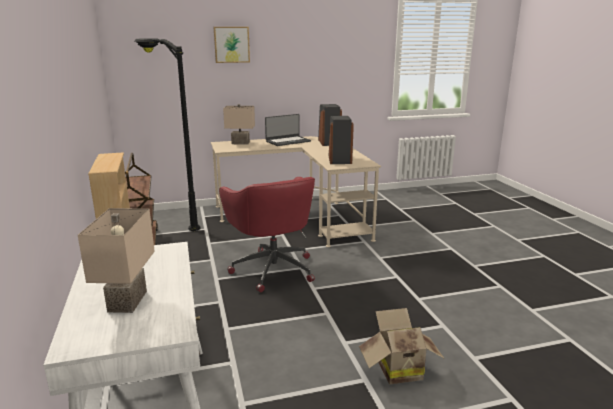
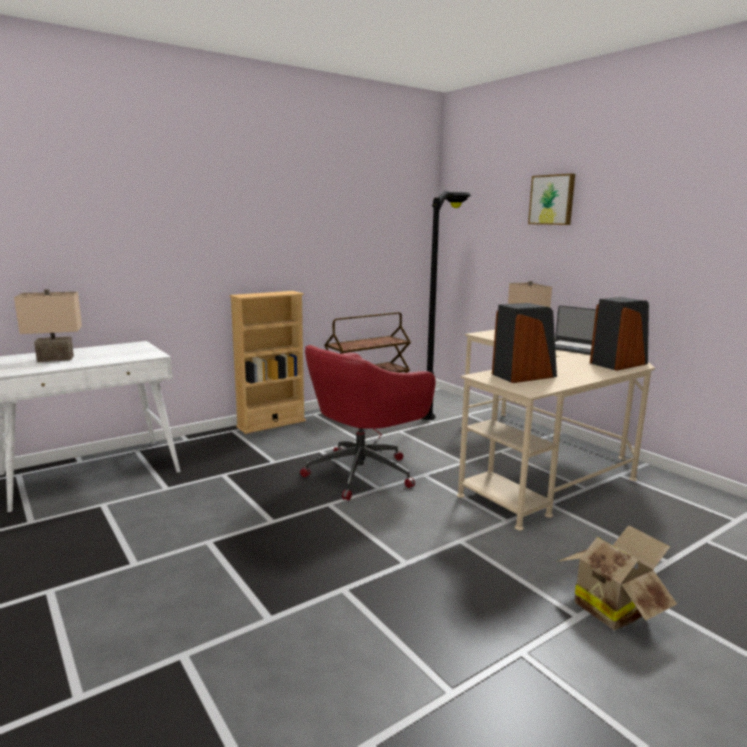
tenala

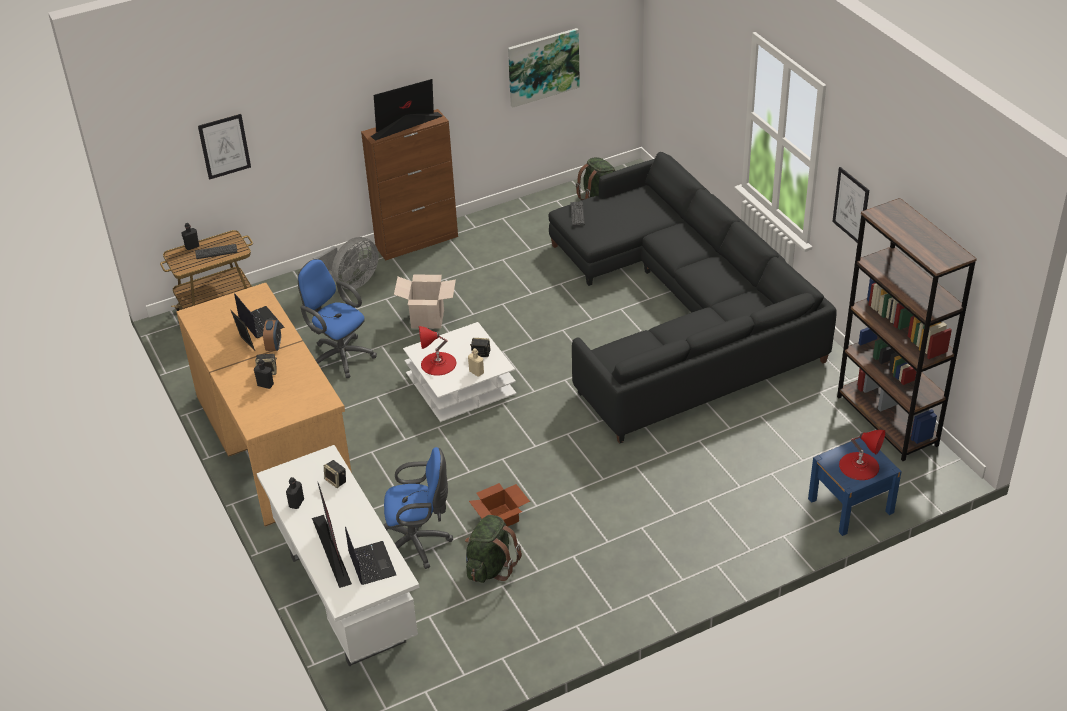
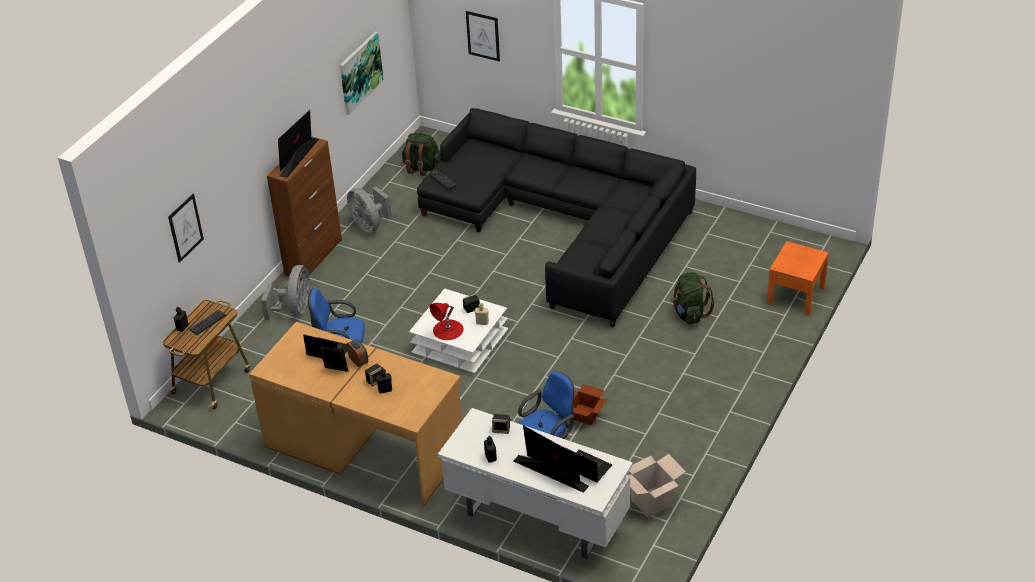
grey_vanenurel (2nd from left); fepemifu (3rd from left); tenala (2nd from left); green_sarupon (2nd from left); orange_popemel; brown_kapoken; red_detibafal (2nd from left in the first image)

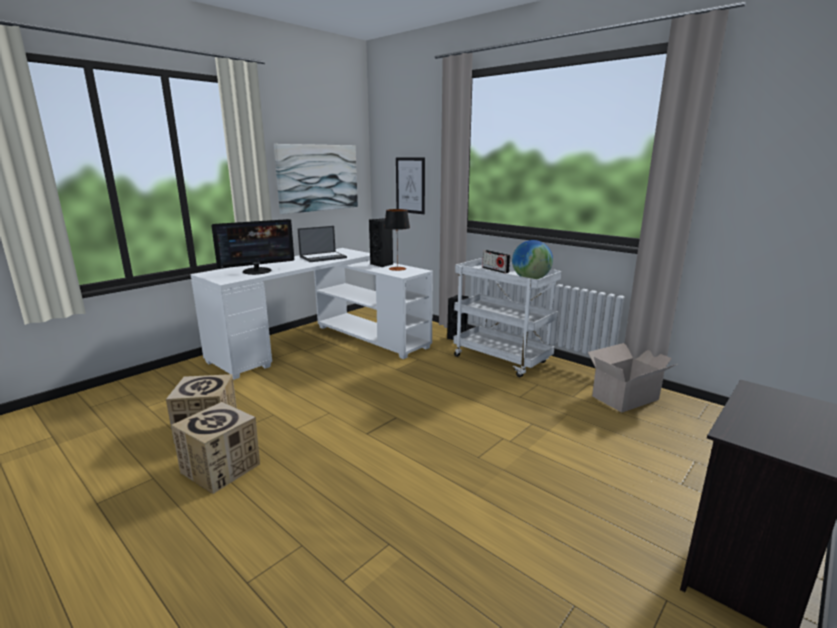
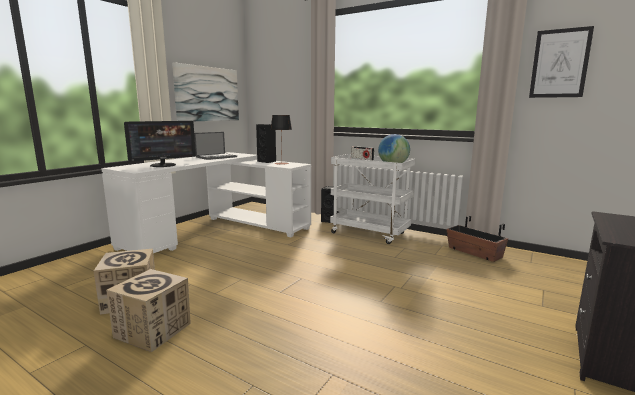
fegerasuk; fepemifu (2nd from left)

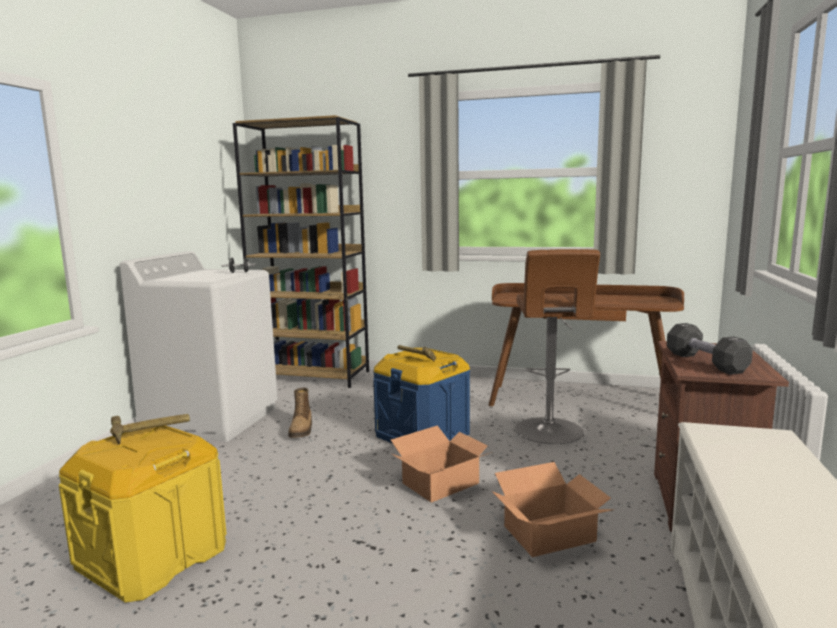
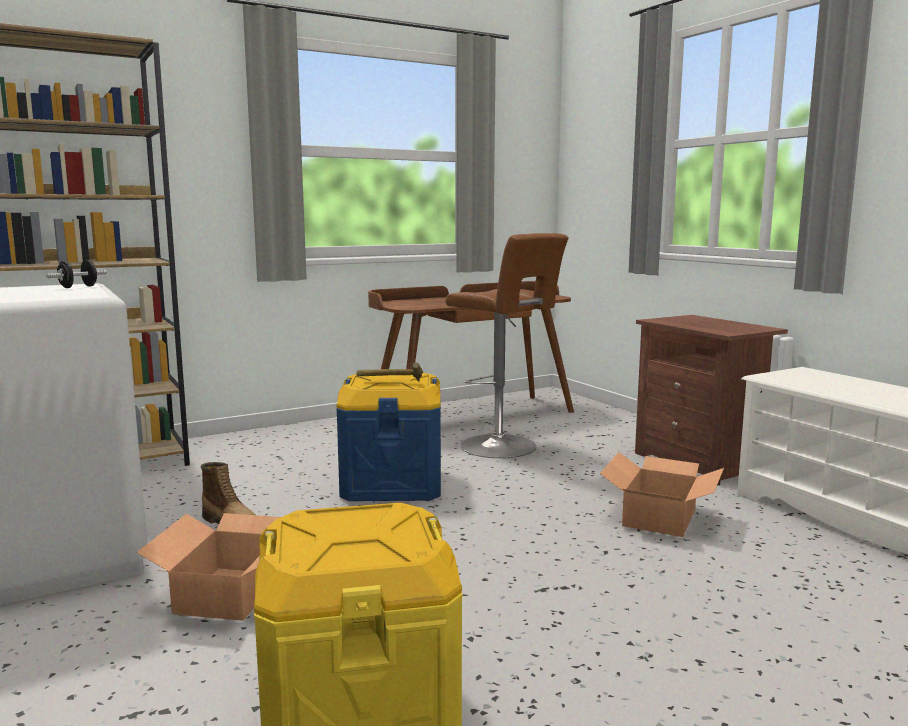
tenala (1st from left); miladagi (1st from left in the first image); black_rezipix (2nd from left in the first image)

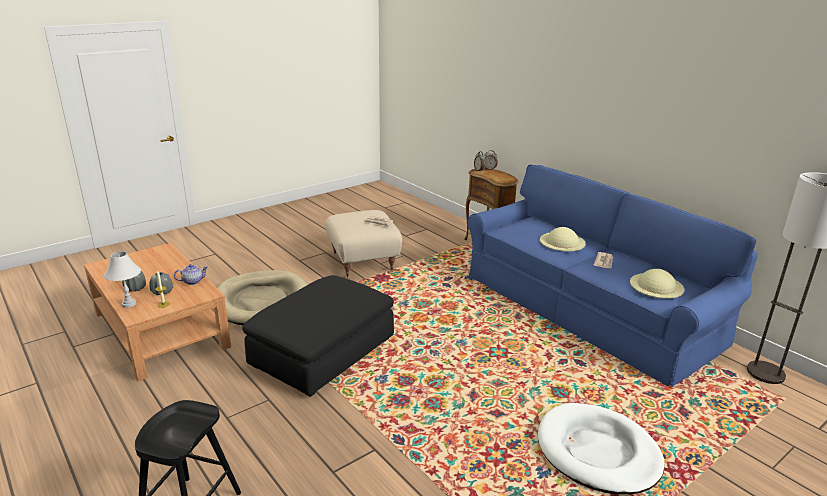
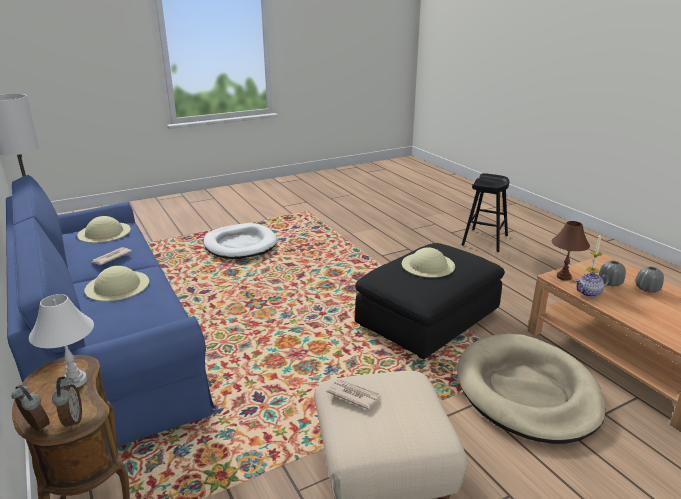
white_detibafal; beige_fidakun (3rd from left); brown_detibafal

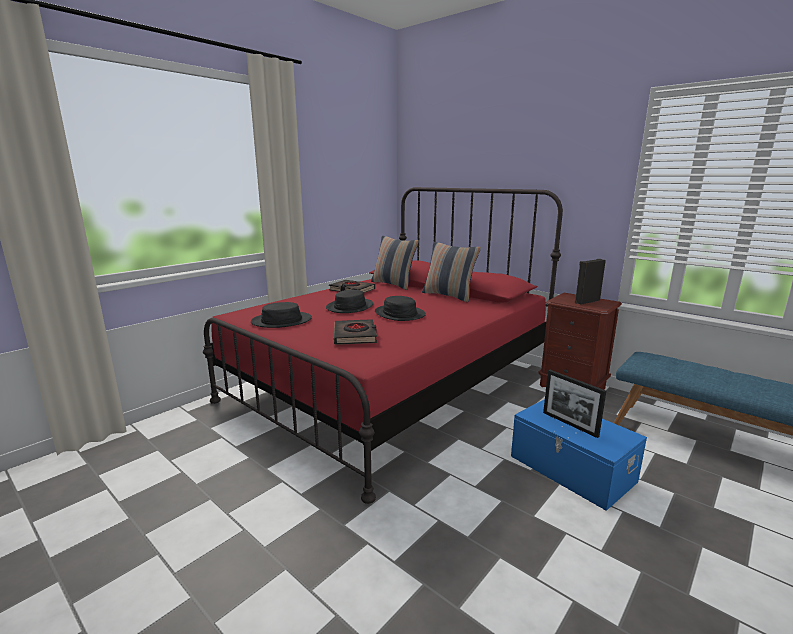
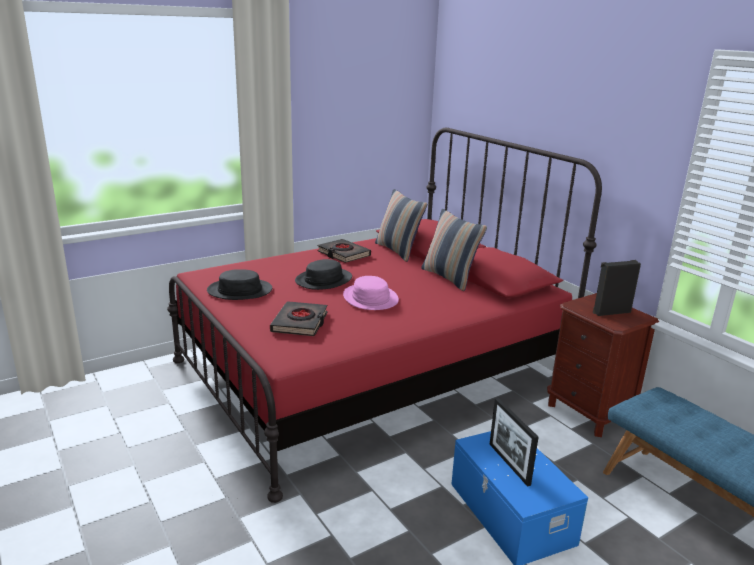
pink_fidakun

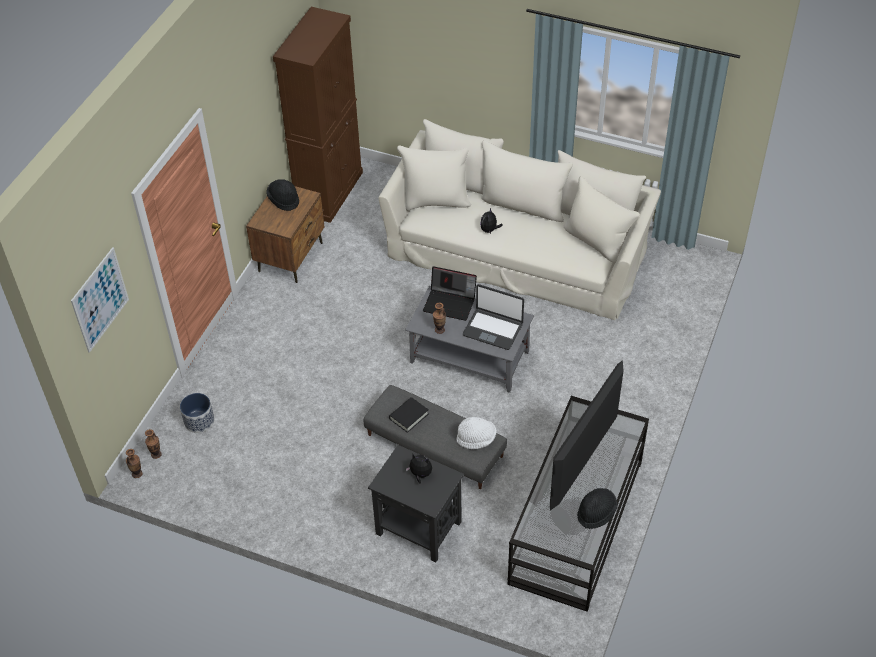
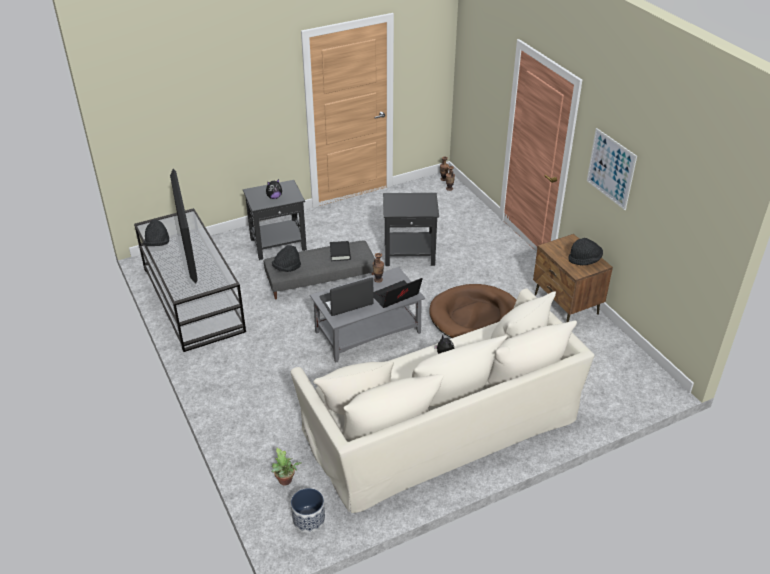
black_fidakun (2nd from left); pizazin; fegerasuk; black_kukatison (2nd from left); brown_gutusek; fepemifu; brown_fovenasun

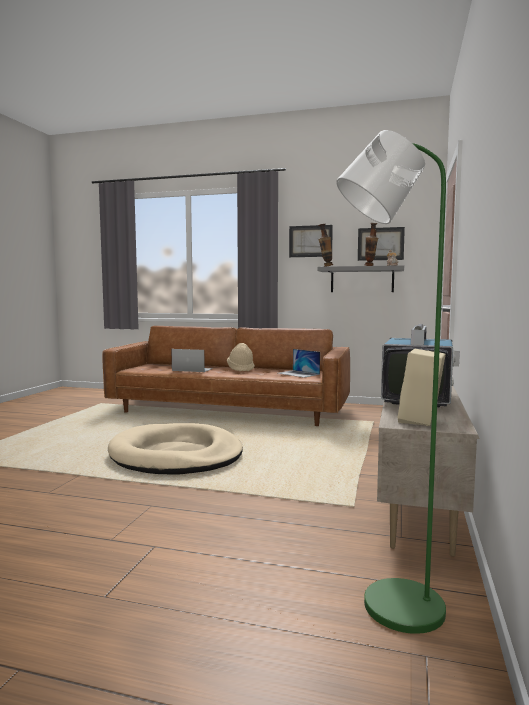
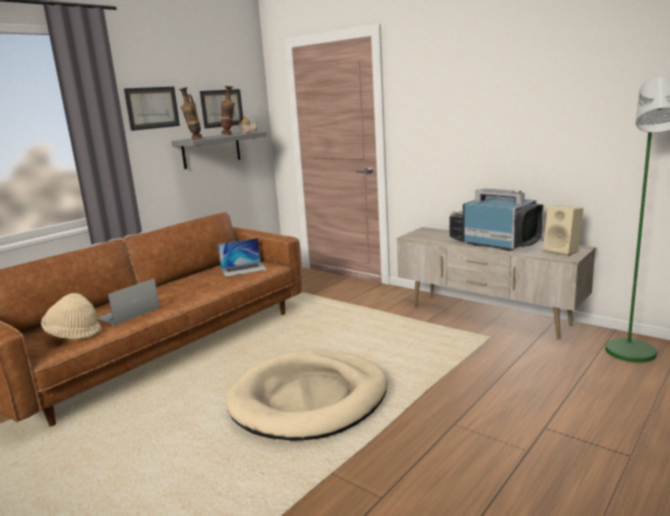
beige_fidakun

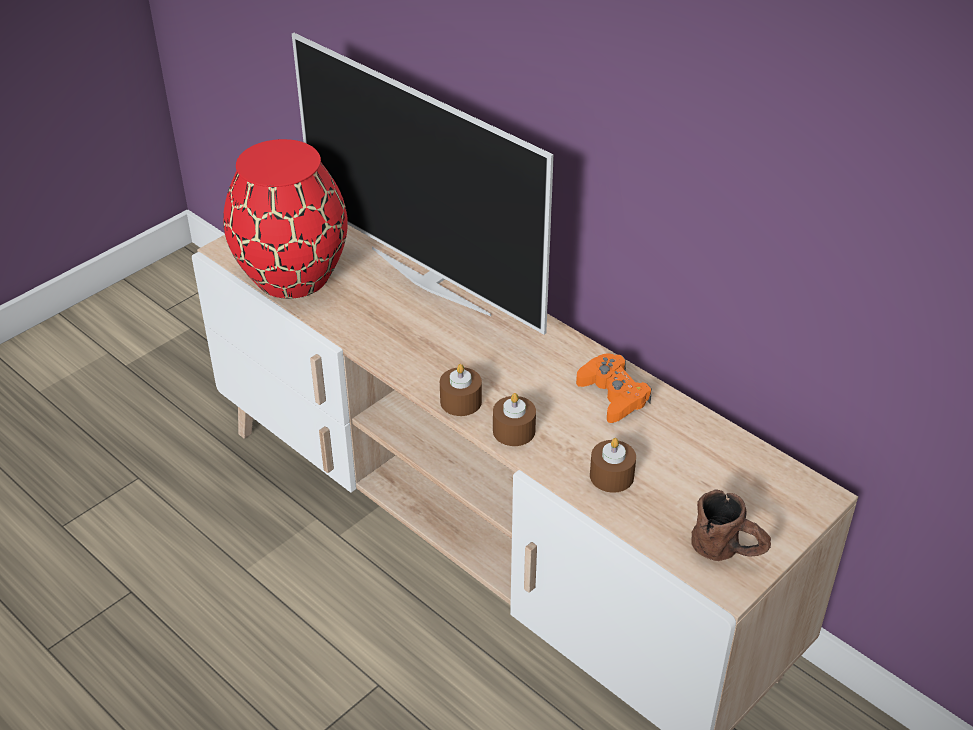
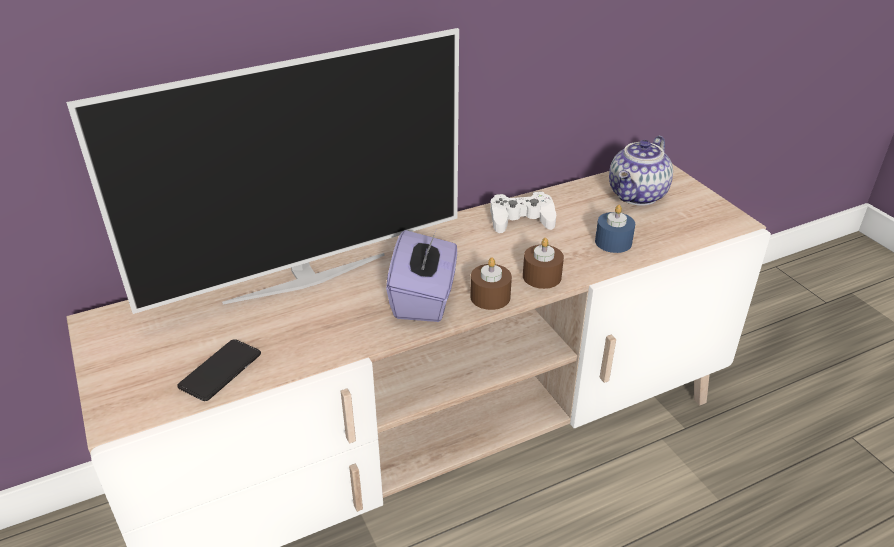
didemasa; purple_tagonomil; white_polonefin; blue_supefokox; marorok; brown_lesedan

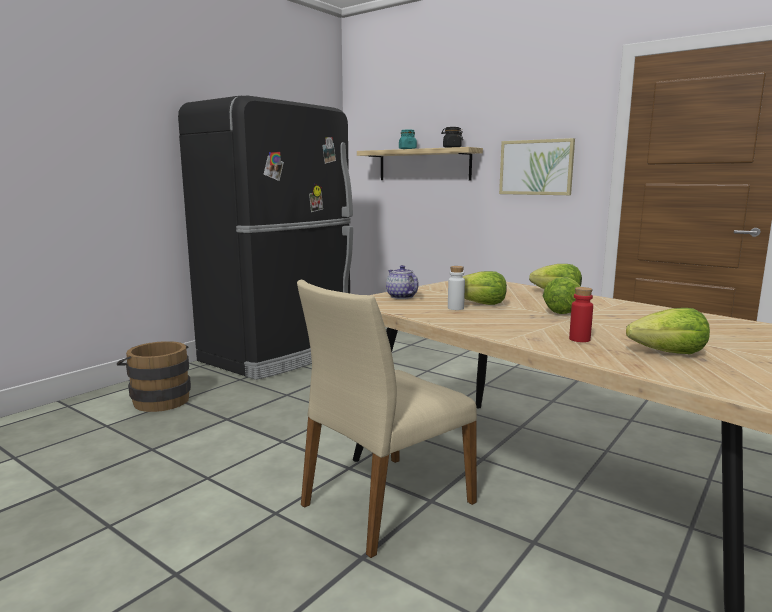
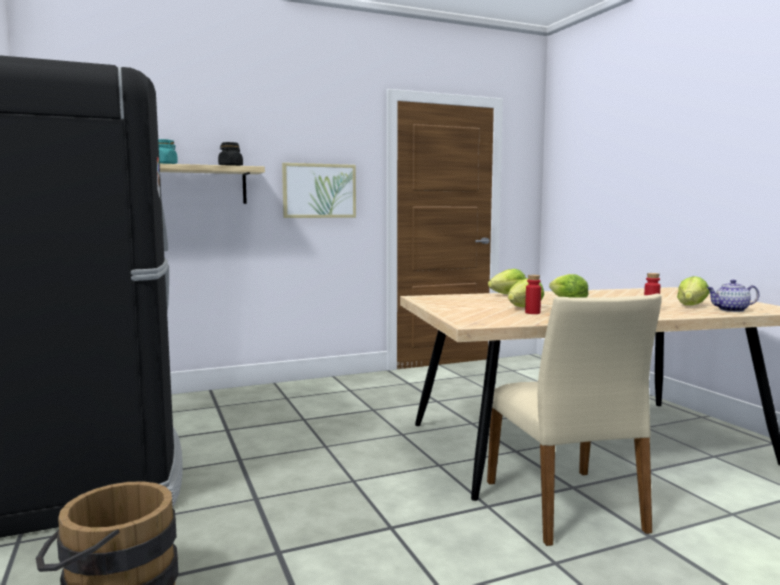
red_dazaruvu (1st from left); marorok

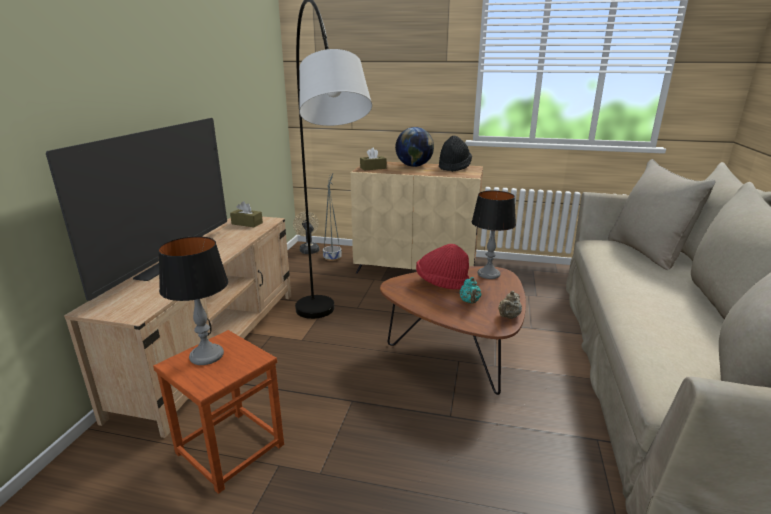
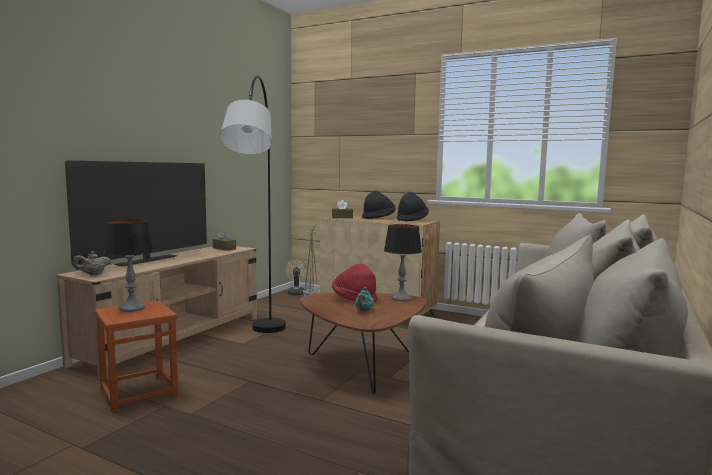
beige_marorok; black_fidakun (1st from left)

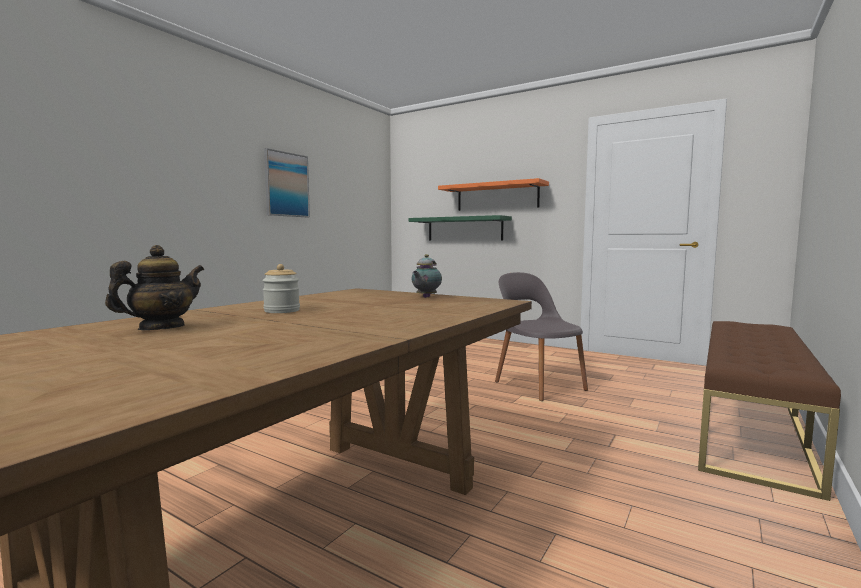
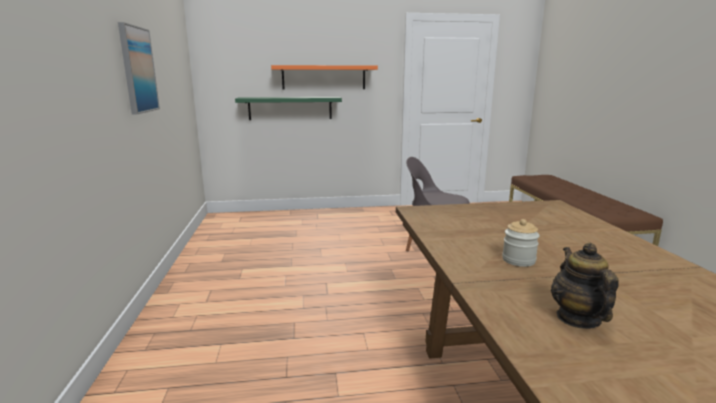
marorok (2nd from left in the first image)

